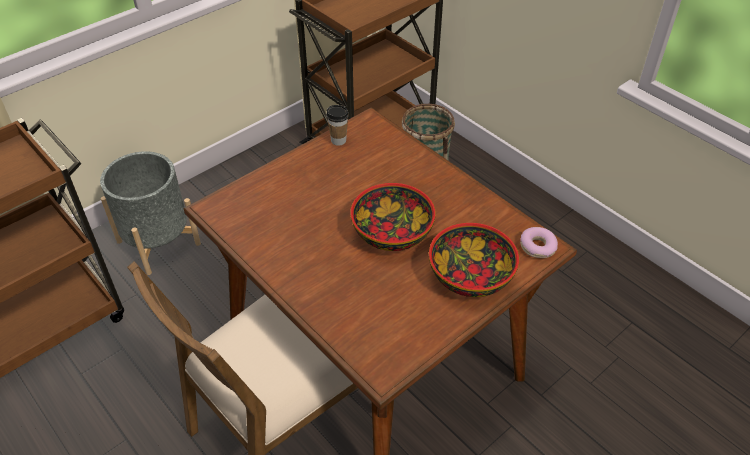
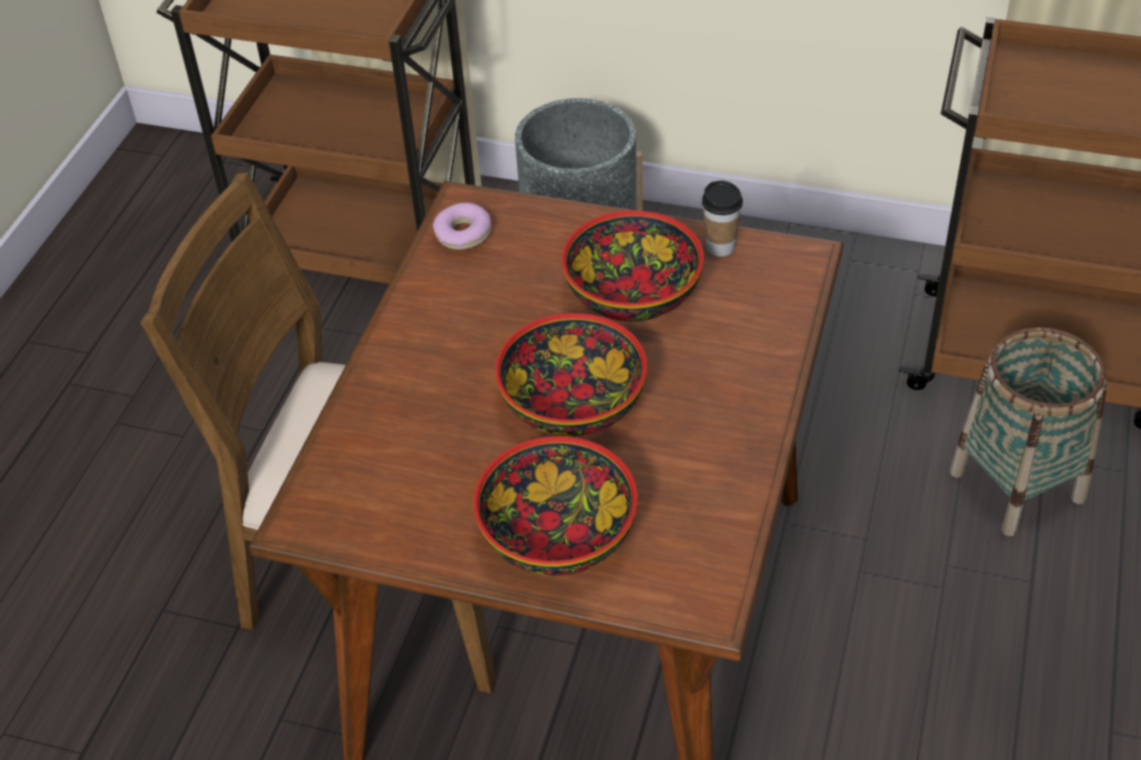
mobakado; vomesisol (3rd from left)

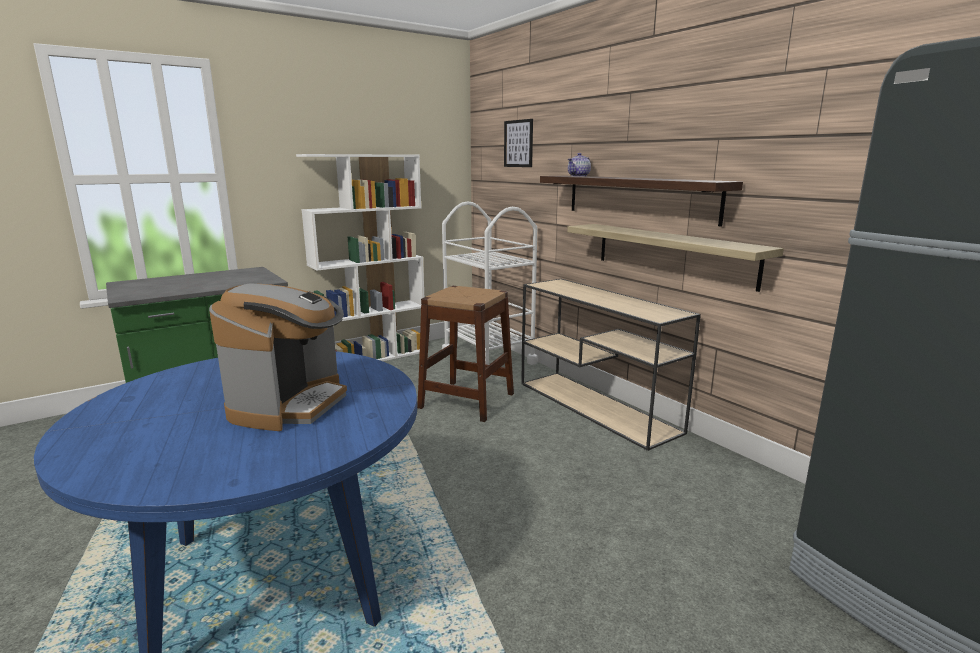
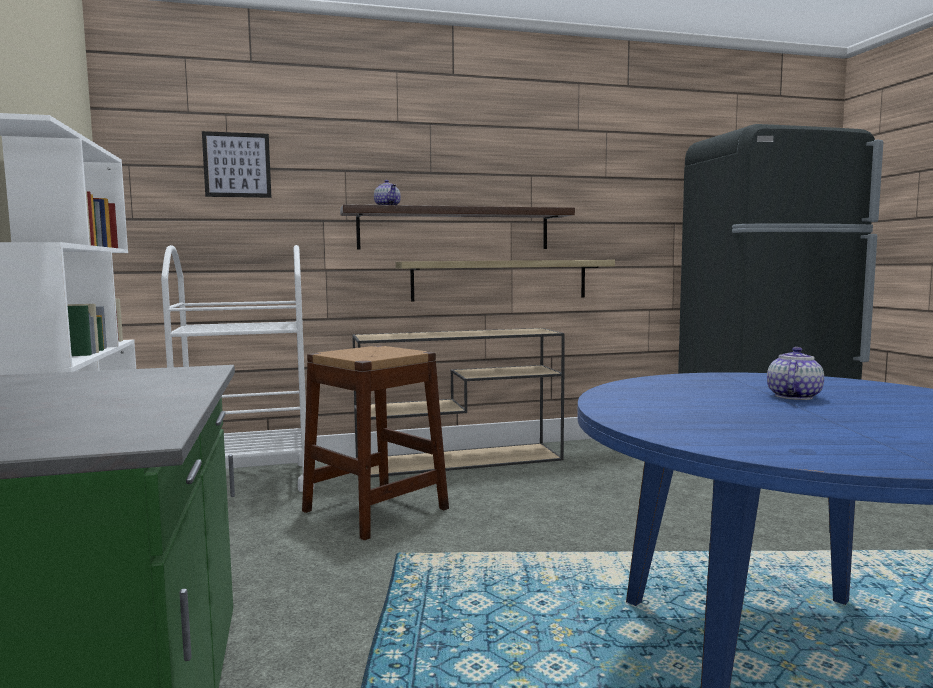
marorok (2nd from left)

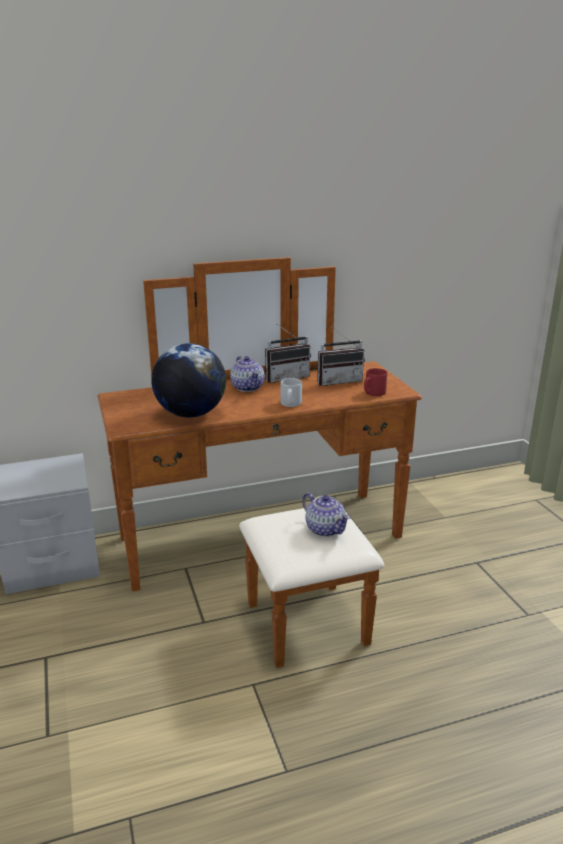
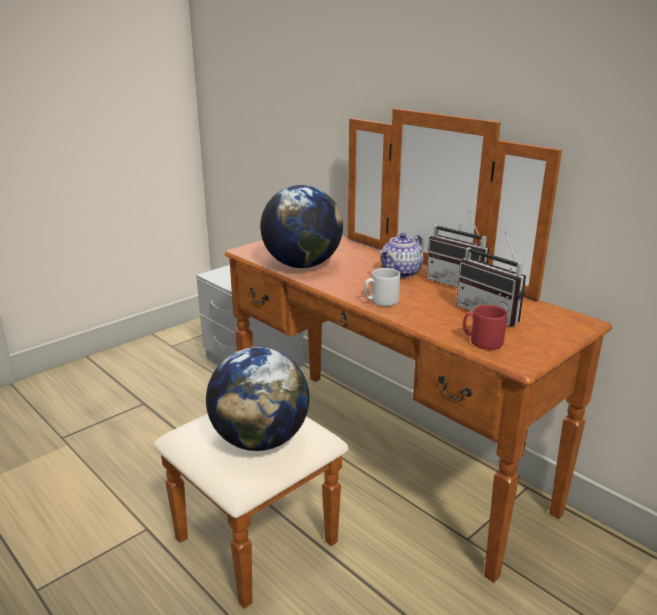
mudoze (1st from left)

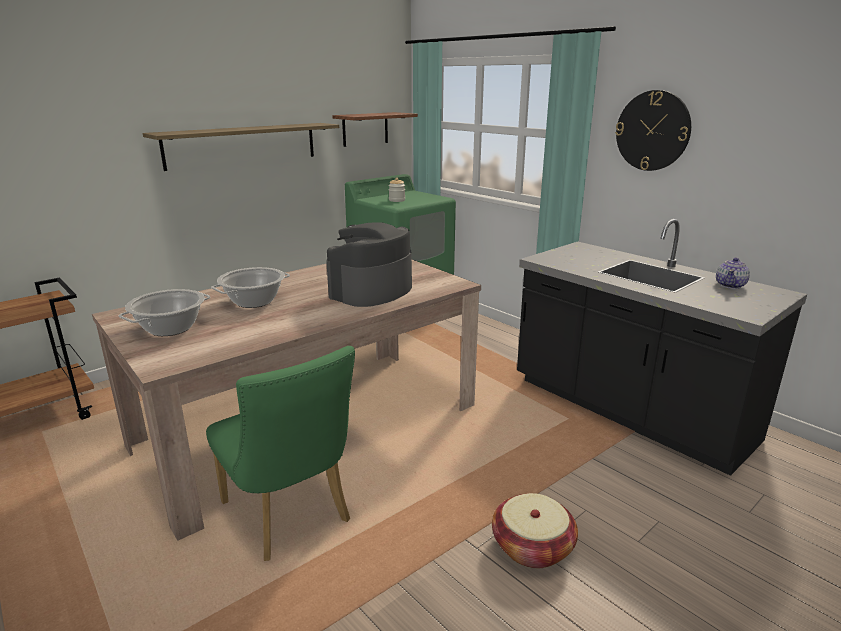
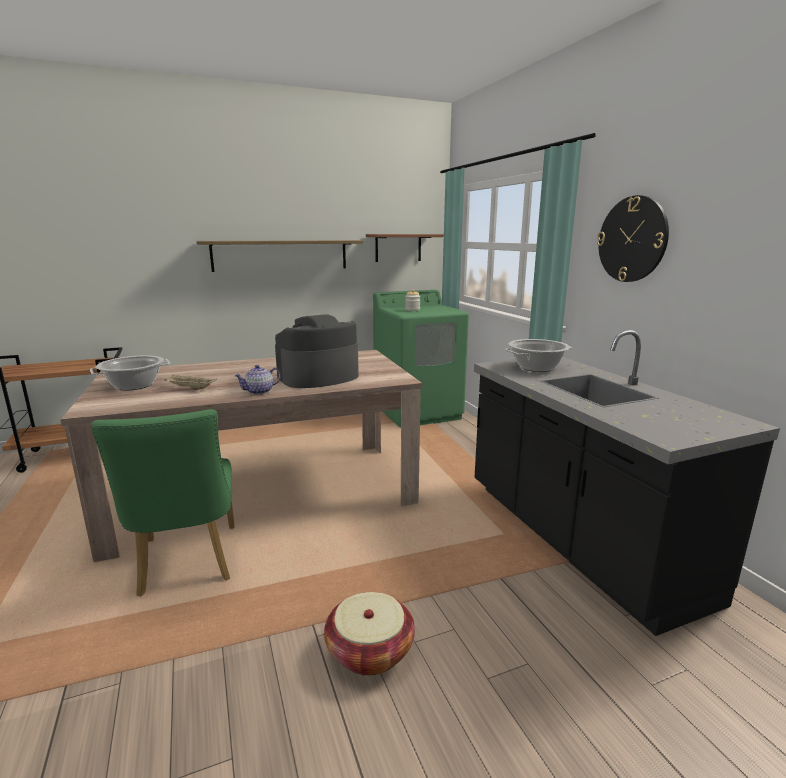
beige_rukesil; marorok; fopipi (2nd from left)

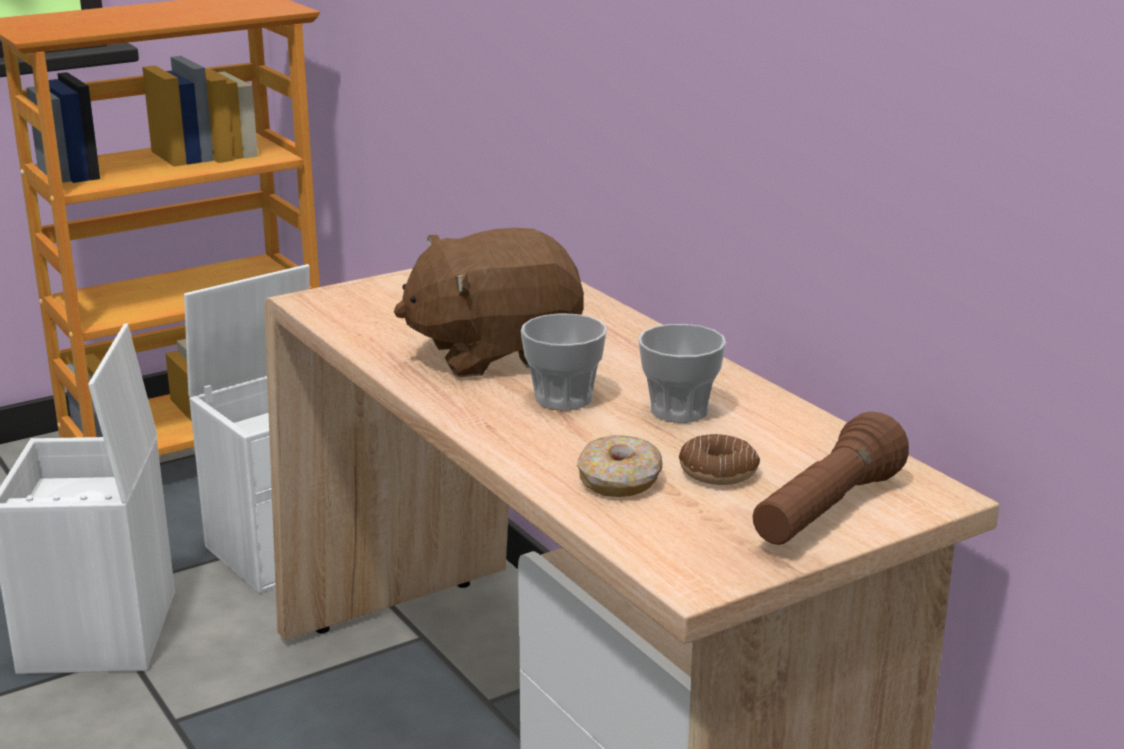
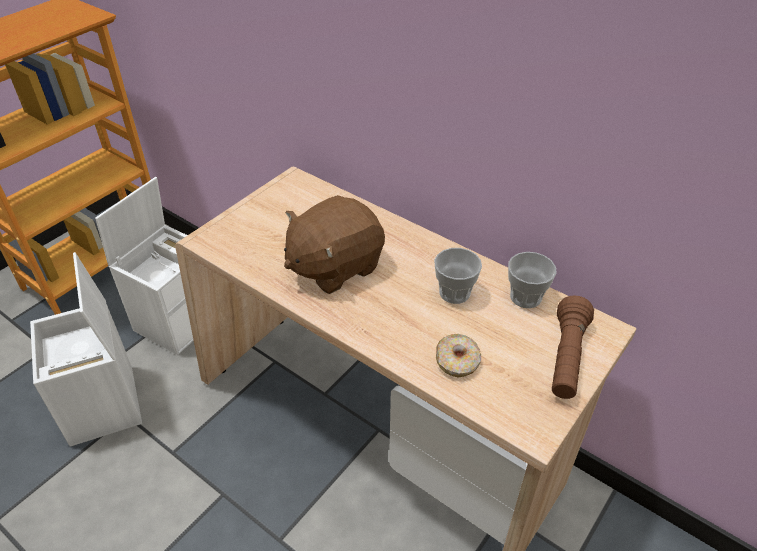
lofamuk (2nd from left); mobakado (2nd from left in the first image)

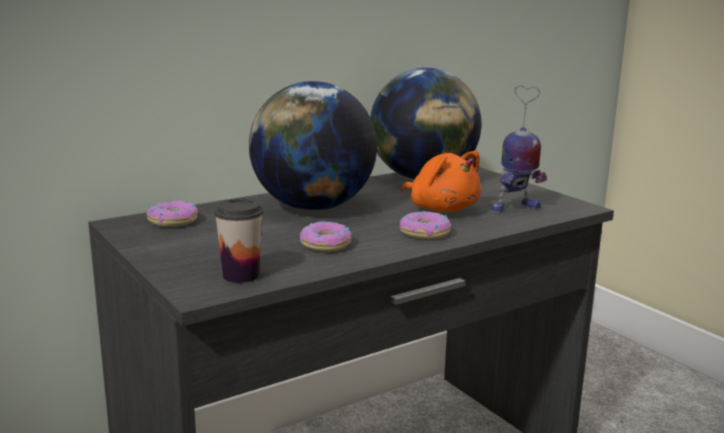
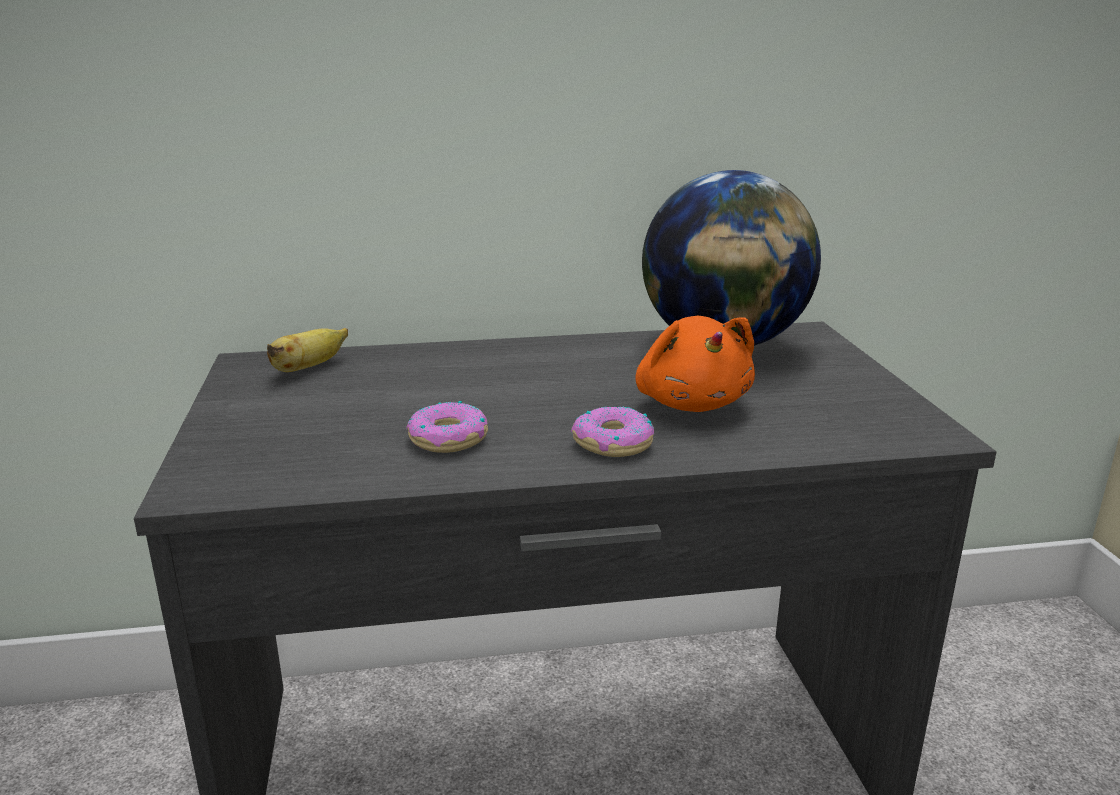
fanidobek; lofamuk; mudoze (1st from left in the first image); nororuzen

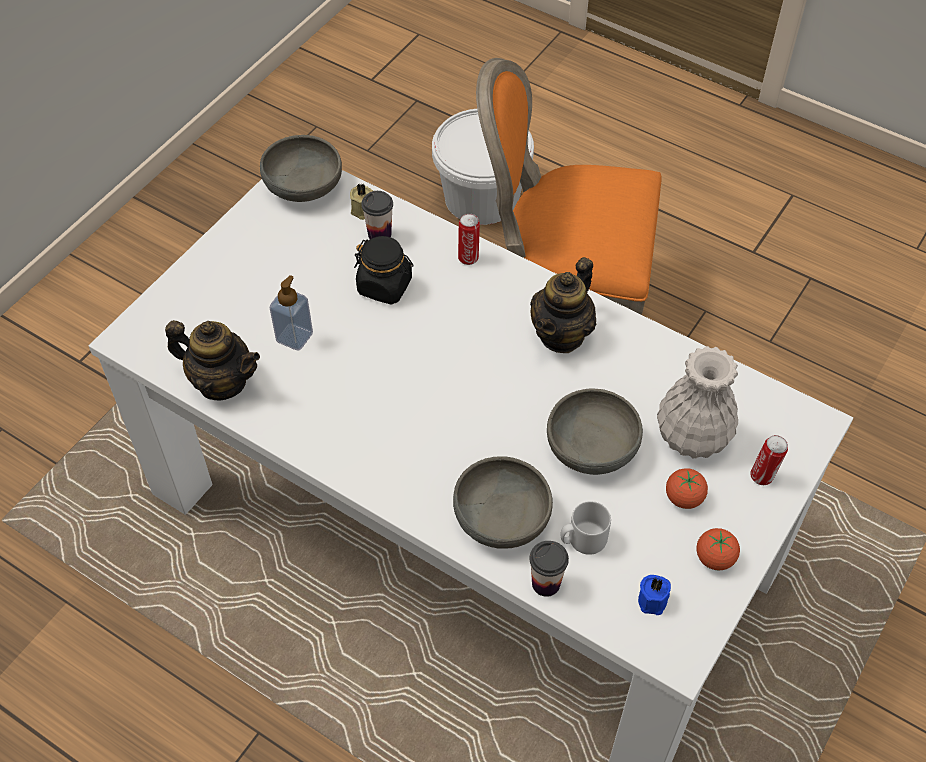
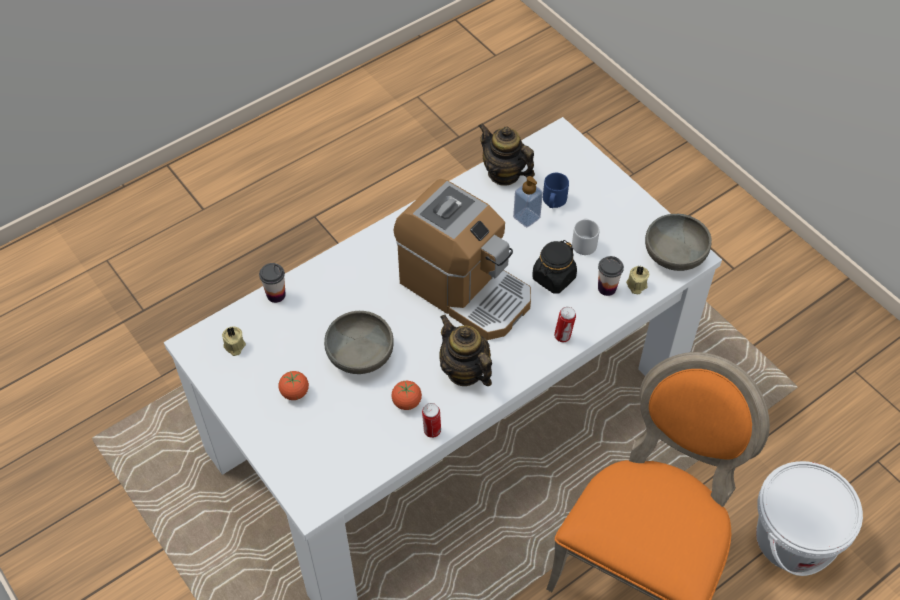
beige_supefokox (1st from left); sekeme (2nd from left); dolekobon; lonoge (1st from left); marorok (2nd from left); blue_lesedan; grey_lesedan; grey_vomesisol (2nd from left in the first image); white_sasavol

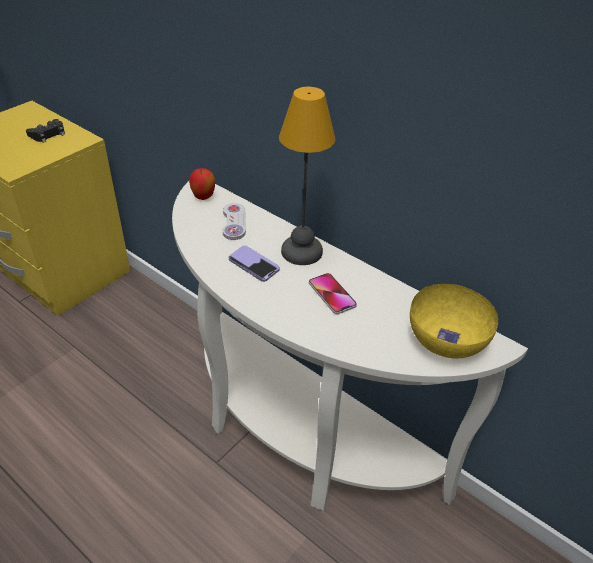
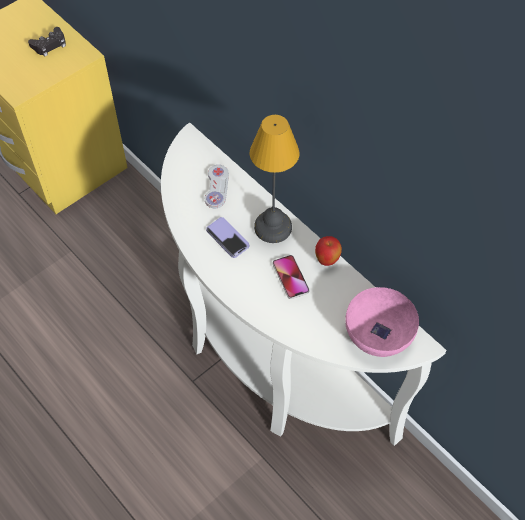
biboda; pink_vomesisol

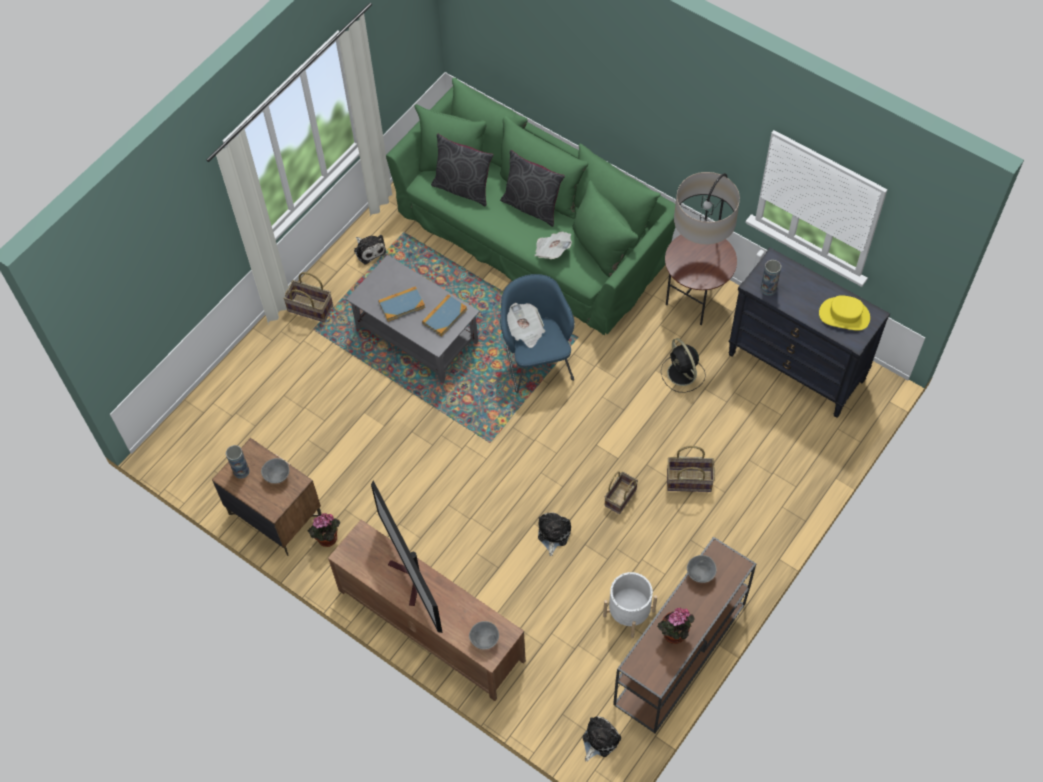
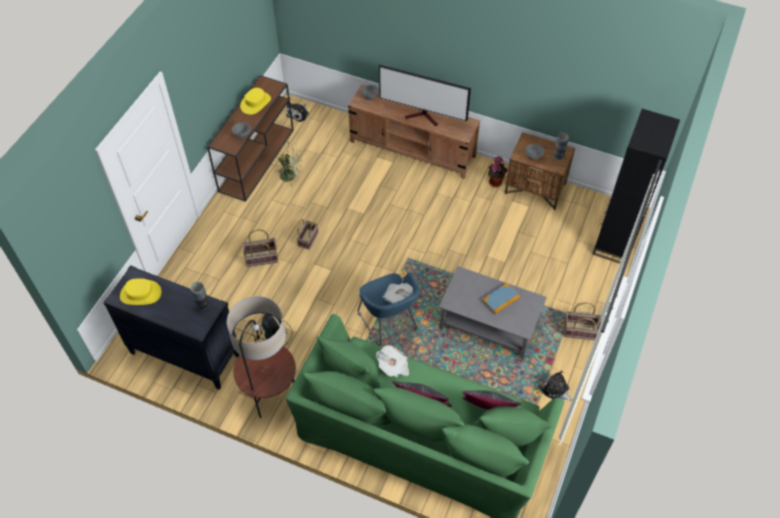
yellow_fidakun (2nd from left); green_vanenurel; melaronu; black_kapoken; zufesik (2nd from left in the first image); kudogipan (2nd from left in the first image)

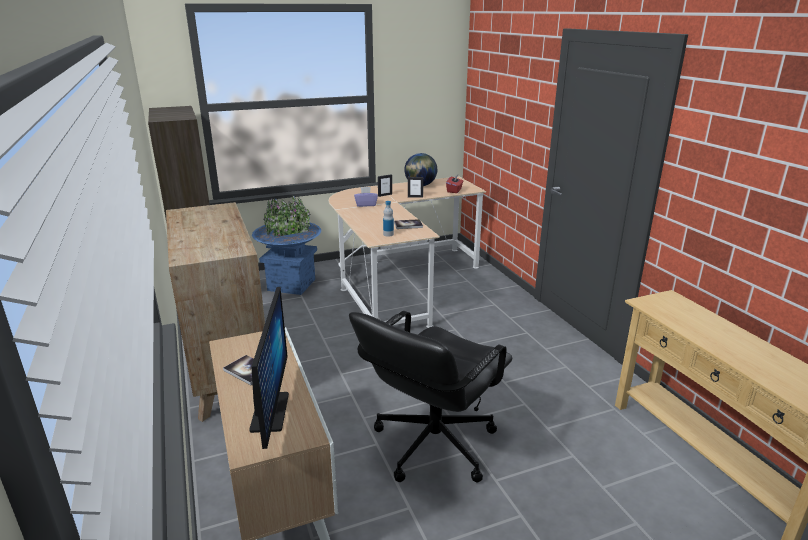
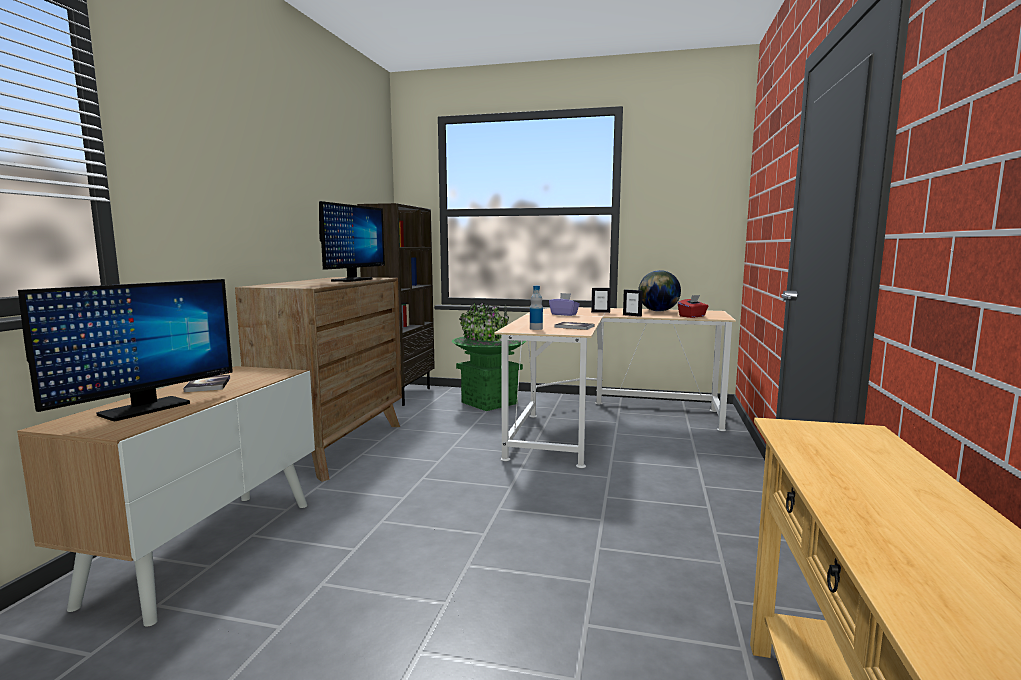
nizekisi (2nd from left); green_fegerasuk; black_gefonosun

